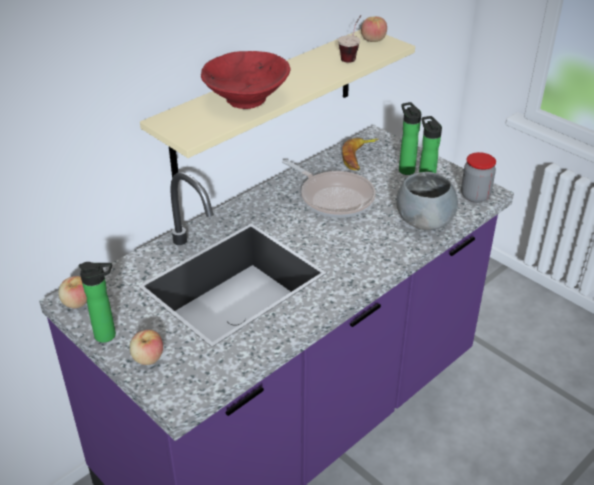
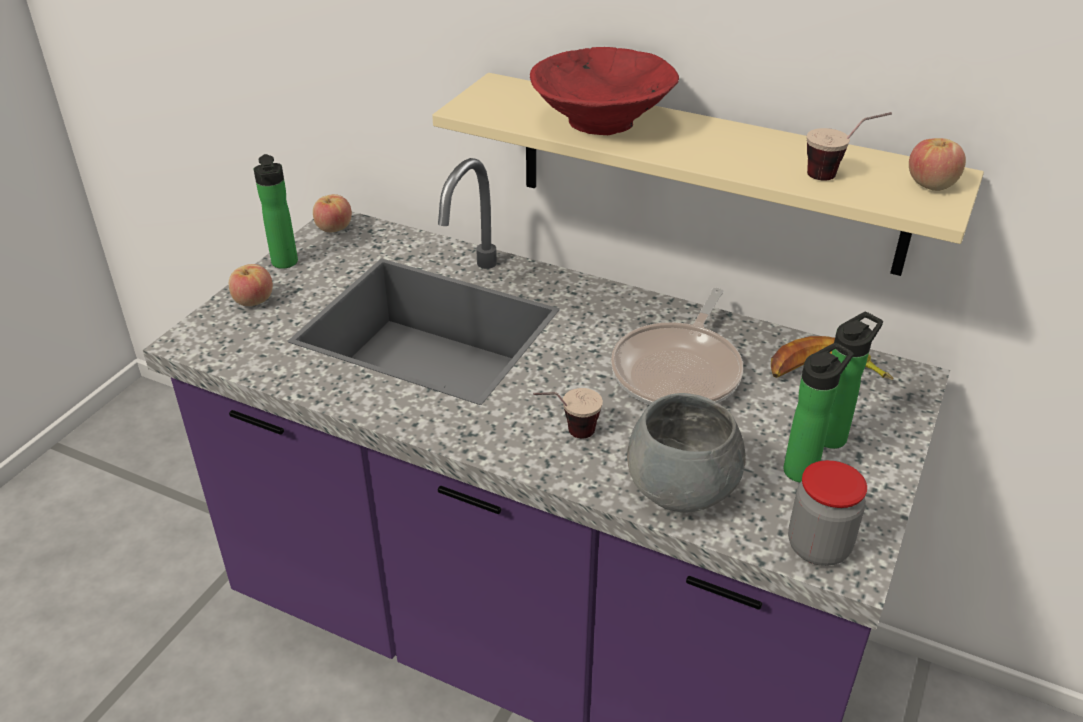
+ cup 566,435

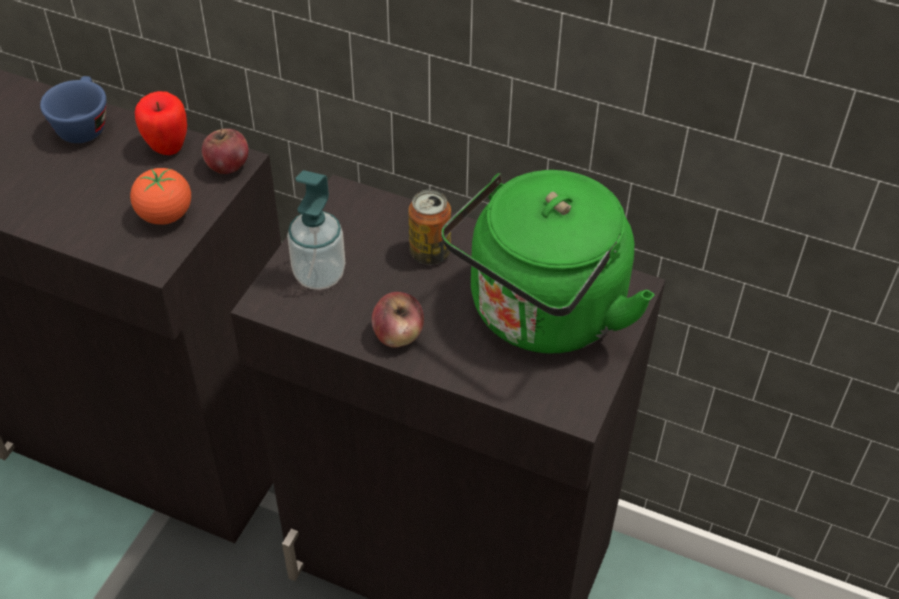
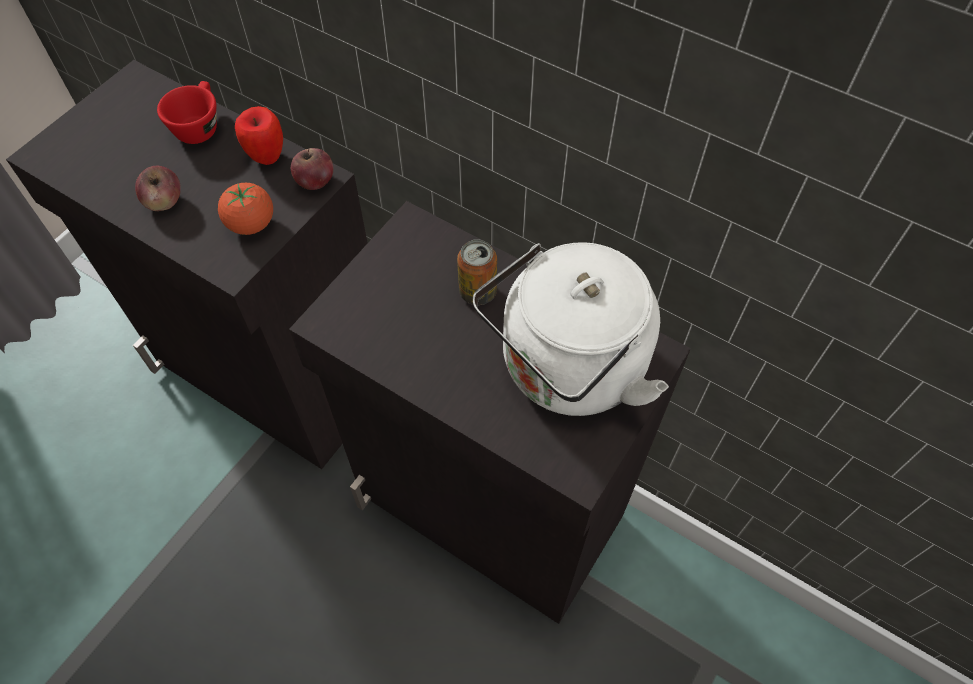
~ apple 398,335 to 164,201
~ blue cup 82,125 to red cup 199,126
~ green kettle 541,315 to white kettle 567,370
- soap dispenser 319,275

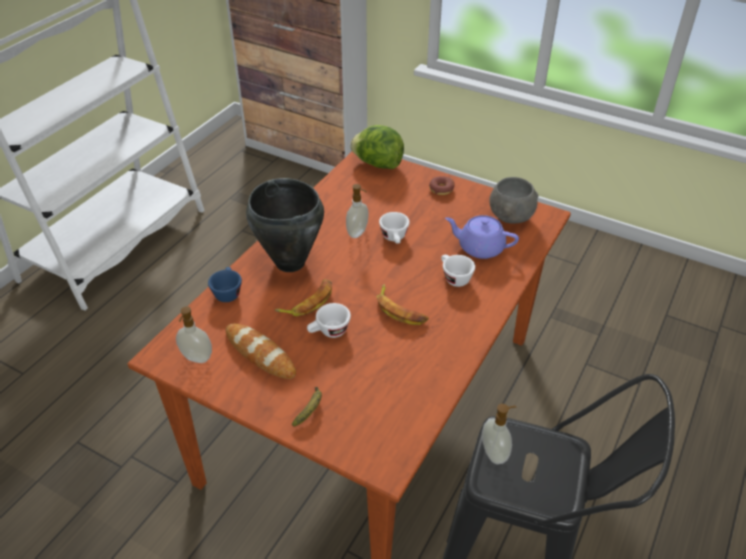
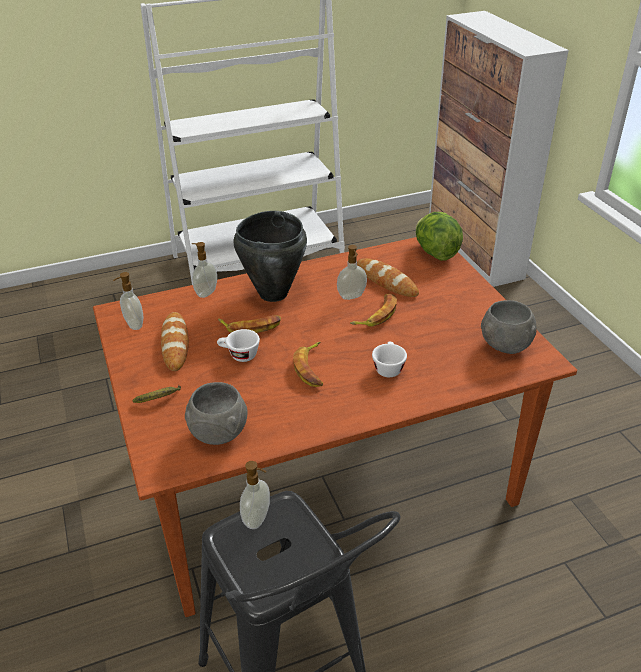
+ grey bowl 219,433
~ blue cup 227,292 to soap dispenser 206,292
~ white cup 395,238 to banana 376,314
+ bread 386,281
- donut 441,189
- purple teapot 479,247

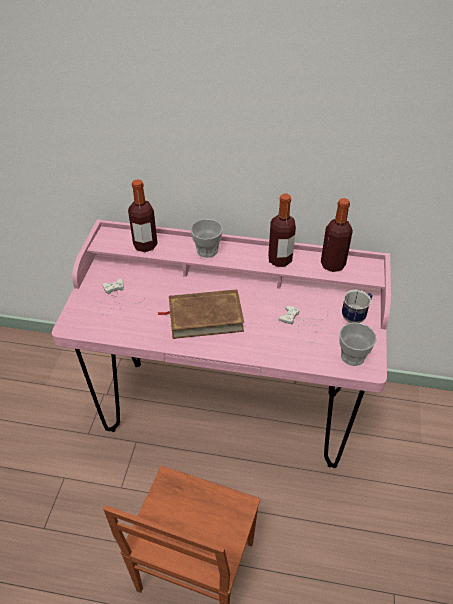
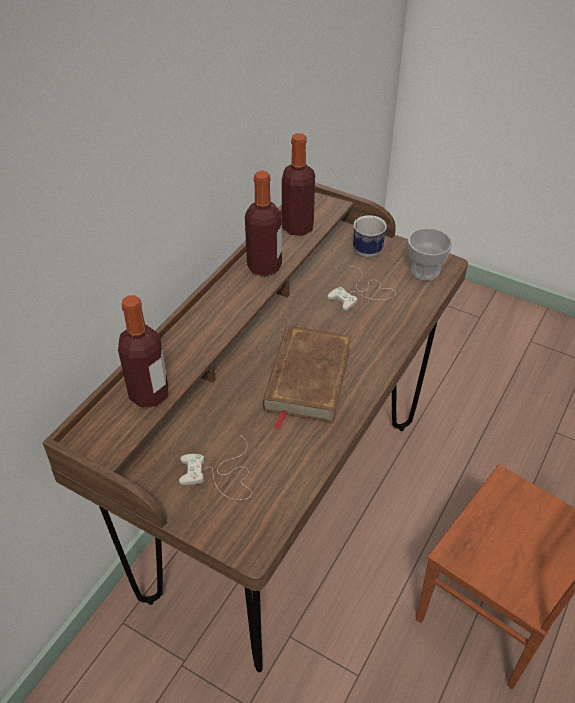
~ pink desk 226,411 to brown desk 285,507
- cup 207,250

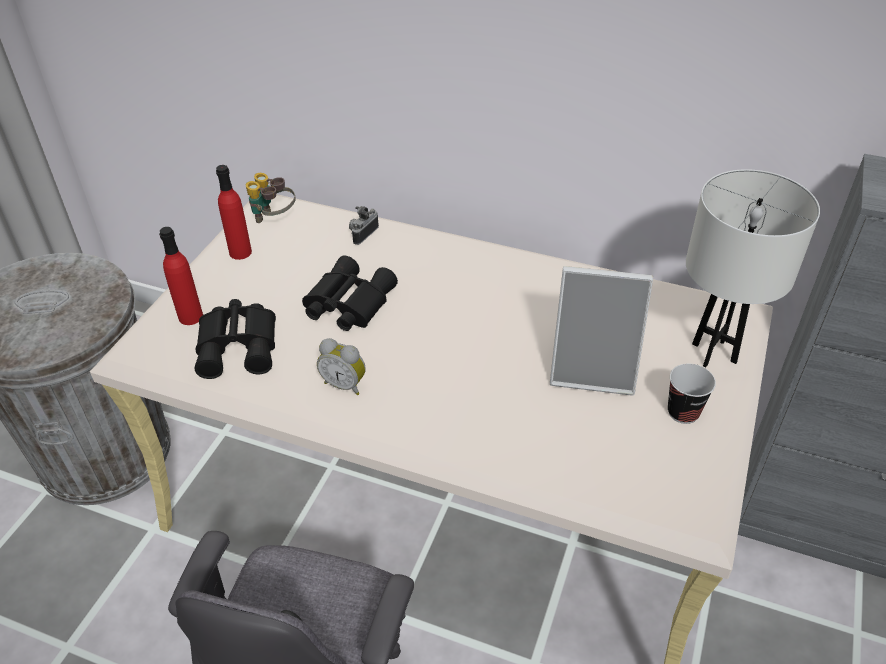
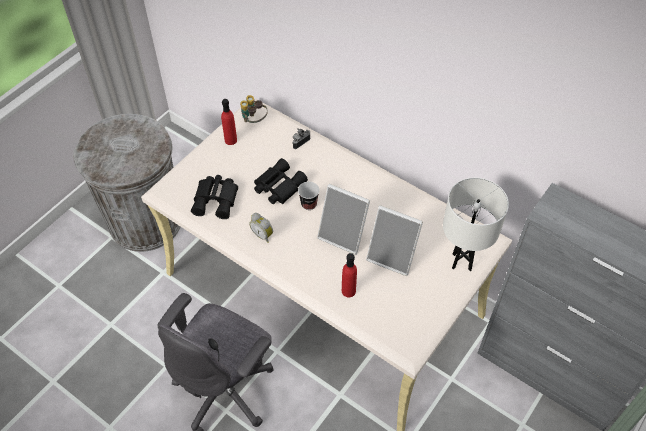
~ cup 683,412 to 309,204
+ picture frame 344,235
~ red bottle 190,317 to 348,291

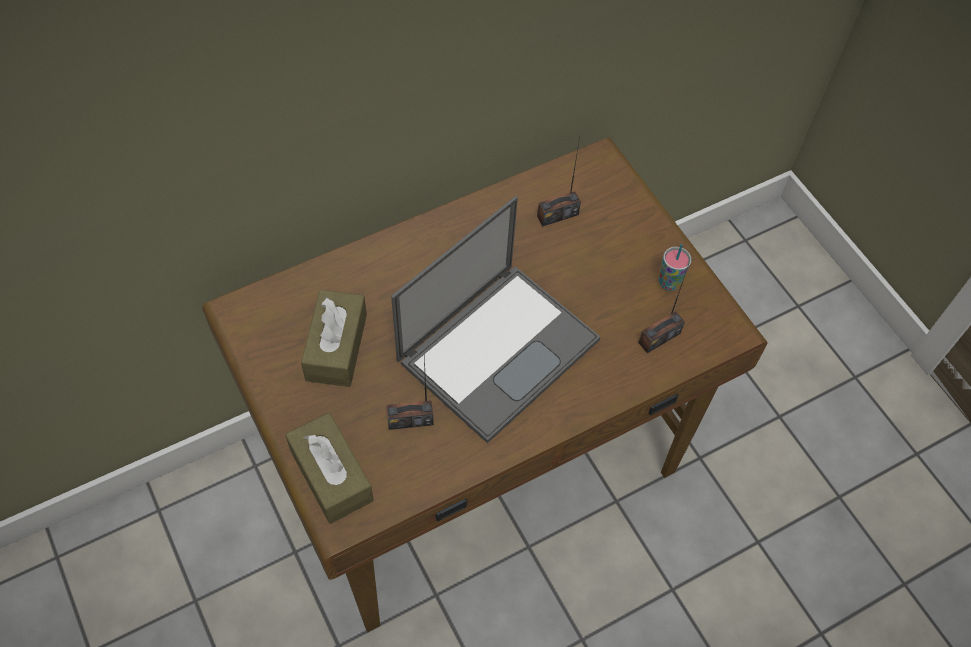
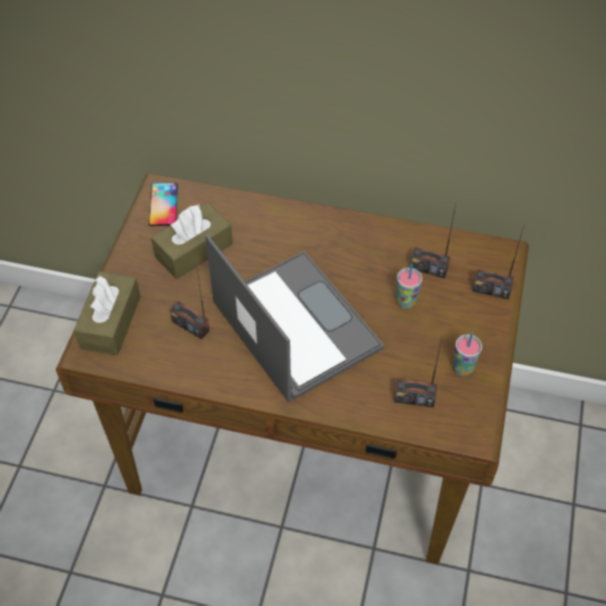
+ phone 163,204
~ laptop 499,348 = 294,324 120 degrees counterclockwise
+ cup 406,301
+ radio 491,290

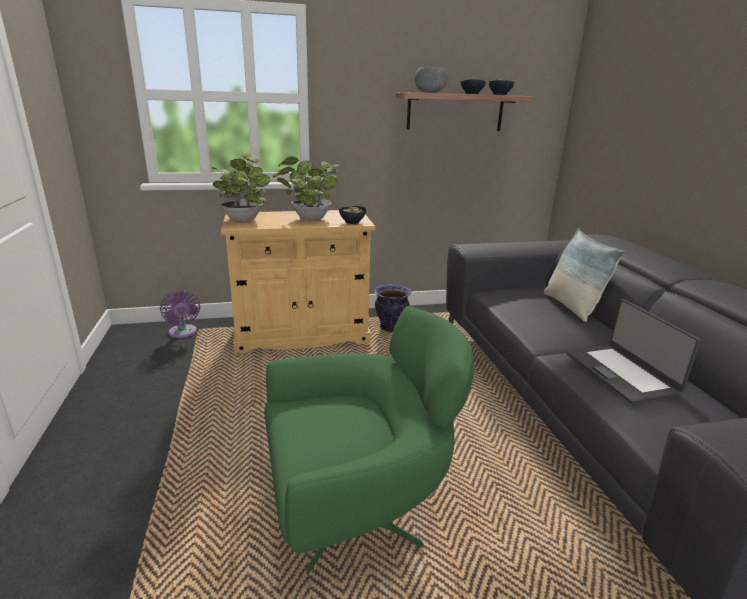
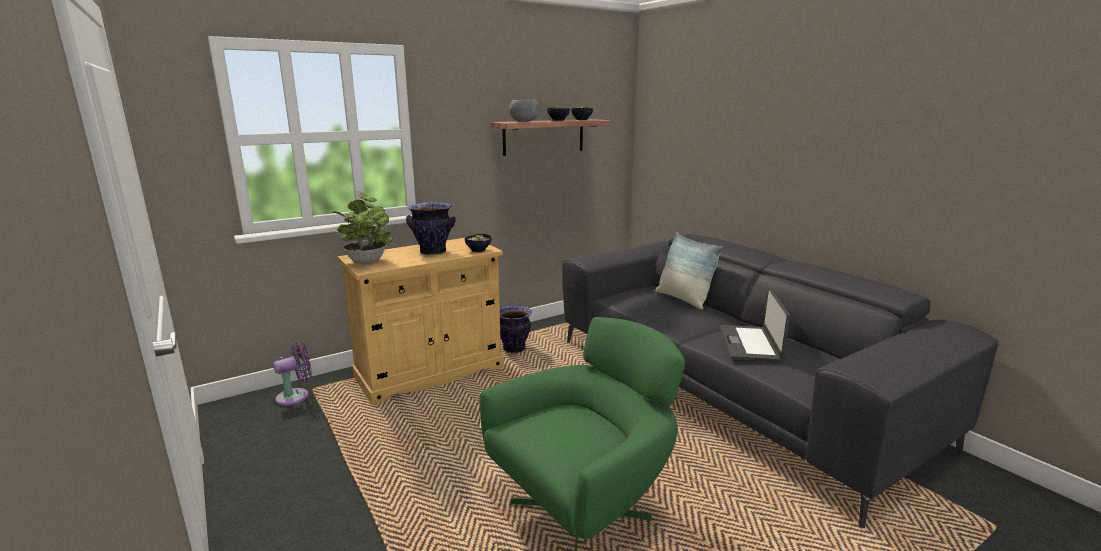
~ purple fan 183,333 = 296,396 75 degrees counterclockwise
~ potted plant 309,219 to vase 433,252
~ laptop 621,373 = 750,343 45 degrees clockwise

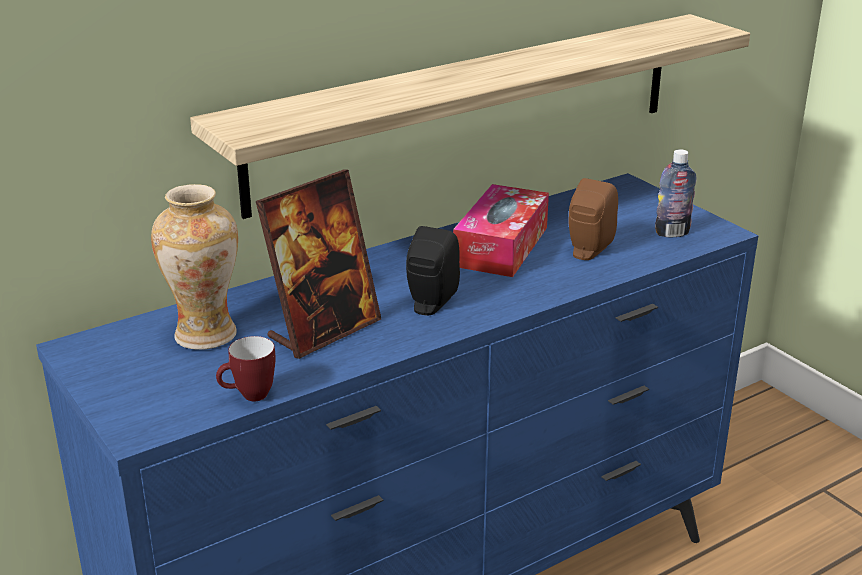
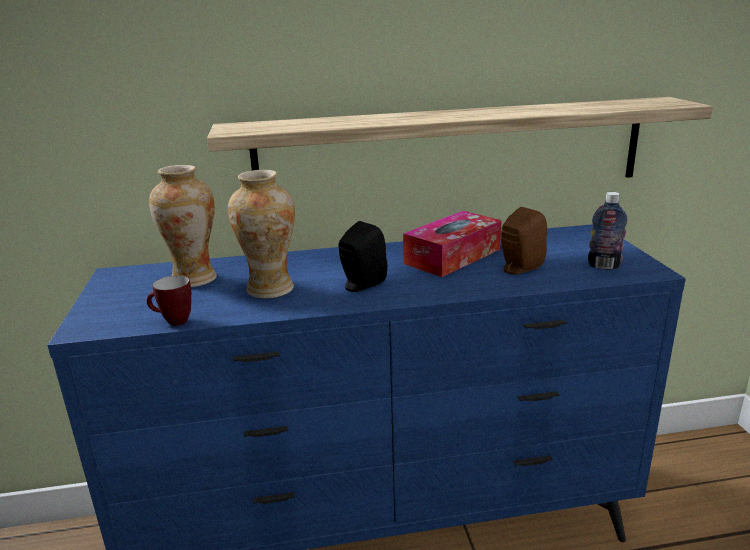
~ picture frame 324,330 to vase 270,289

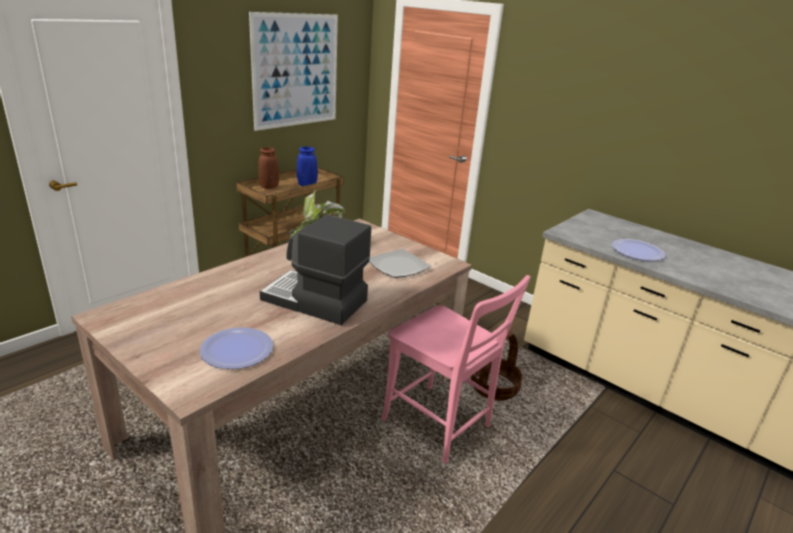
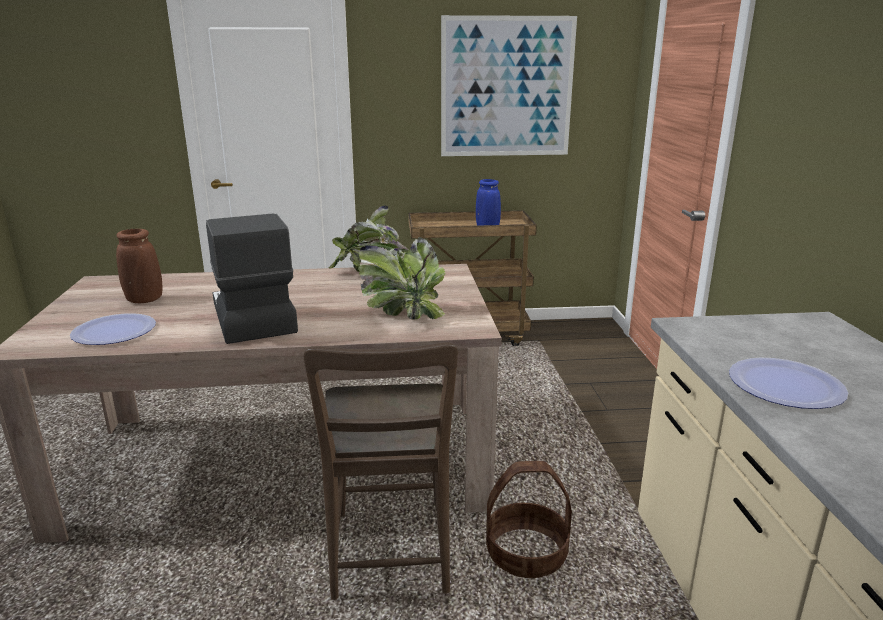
~ brown vase 269,187 to 144,300
~ pink chair 440,426 to brown chair 390,558
~ plate 398,266 to potted plant 403,314

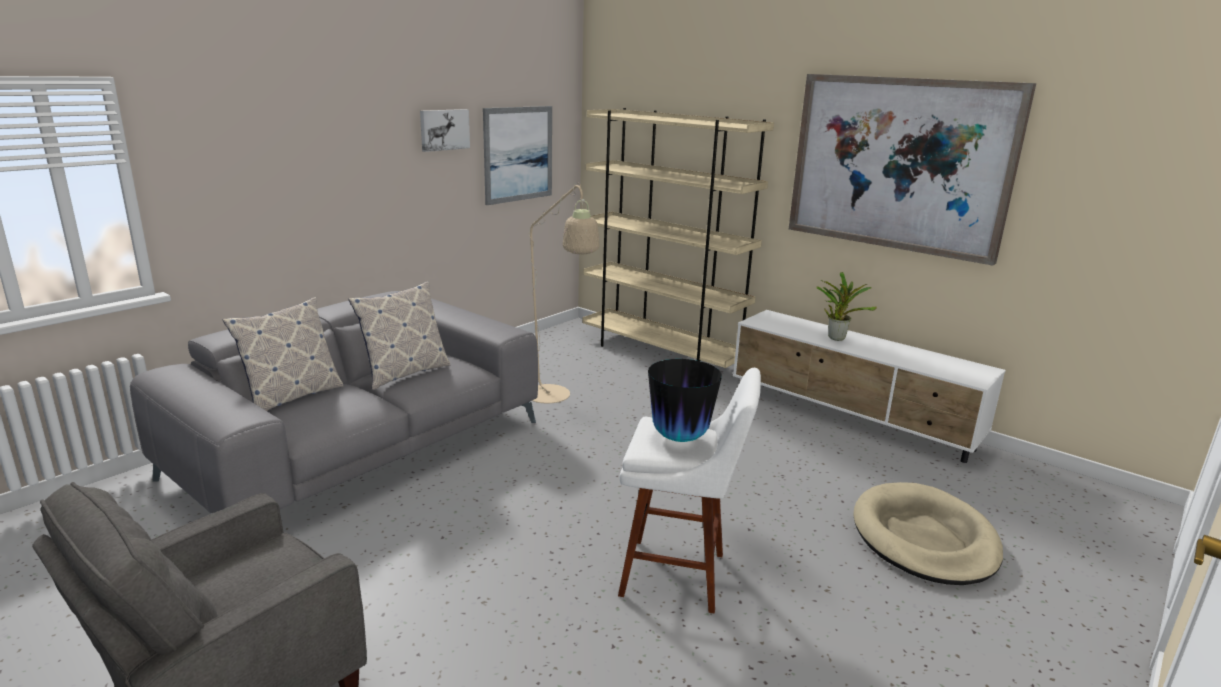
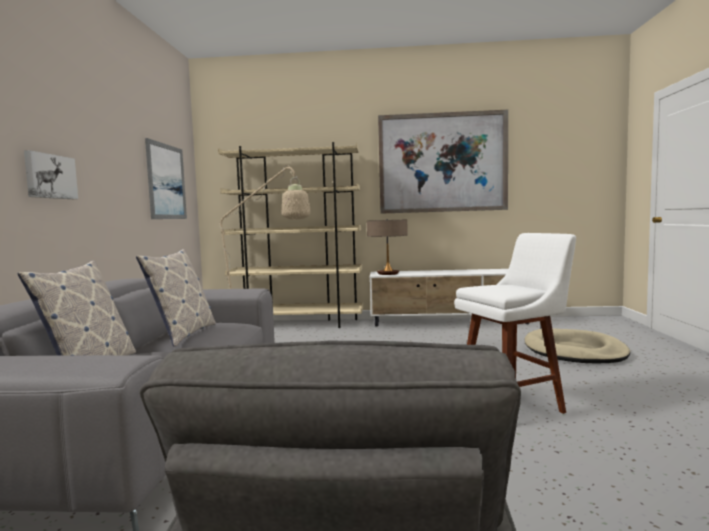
~ picture 444,129 to 50,176
+ table lamp 388,273
- vase 679,438
- potted plant 836,337

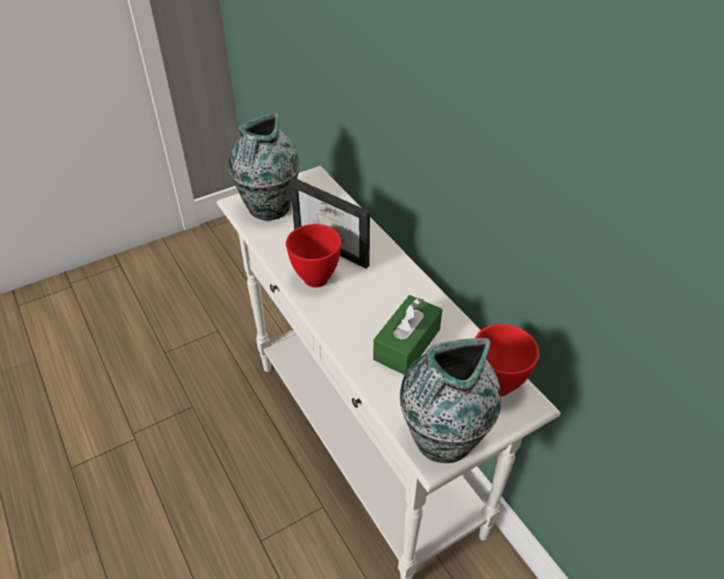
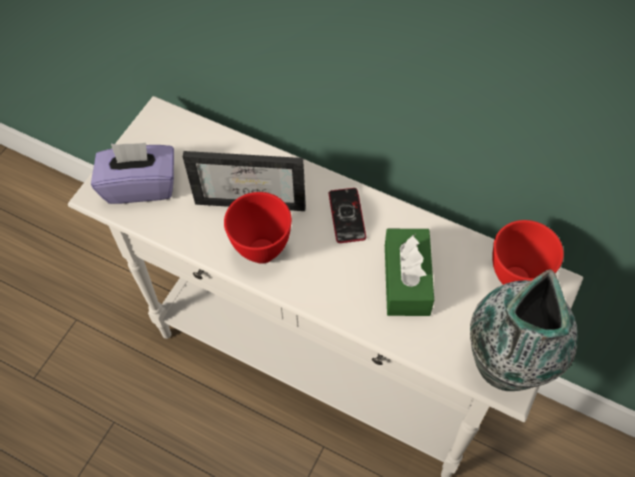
~ vase 269,209 to purple tissue box 140,185
+ phone 347,216

